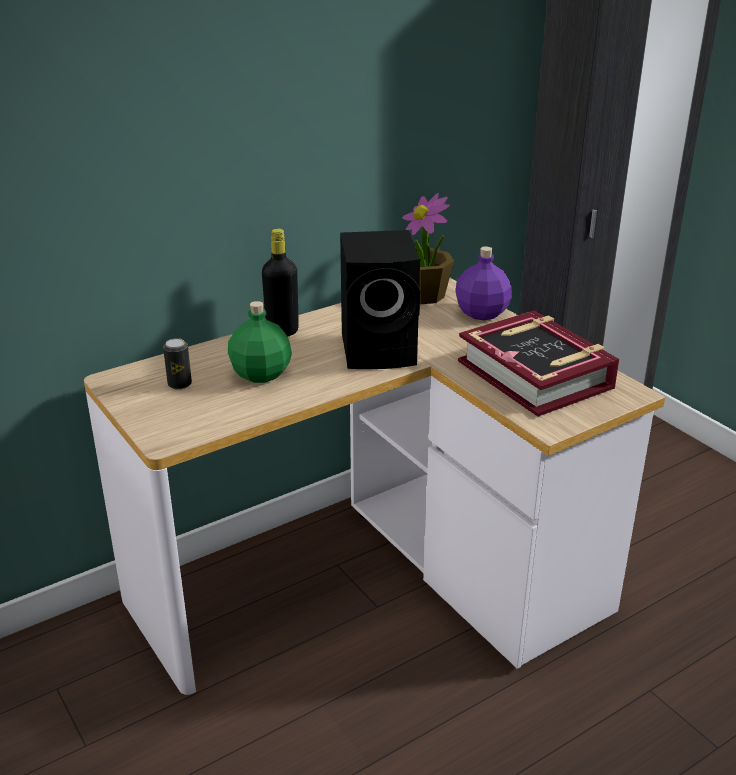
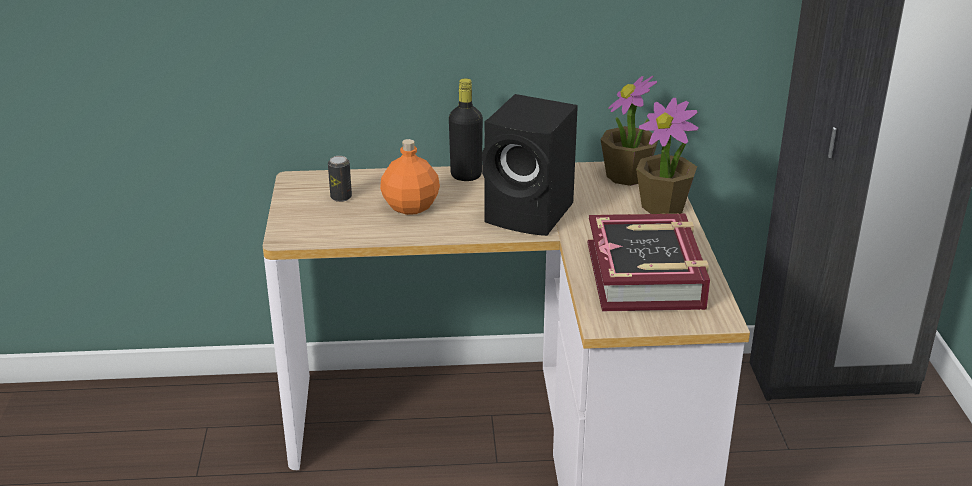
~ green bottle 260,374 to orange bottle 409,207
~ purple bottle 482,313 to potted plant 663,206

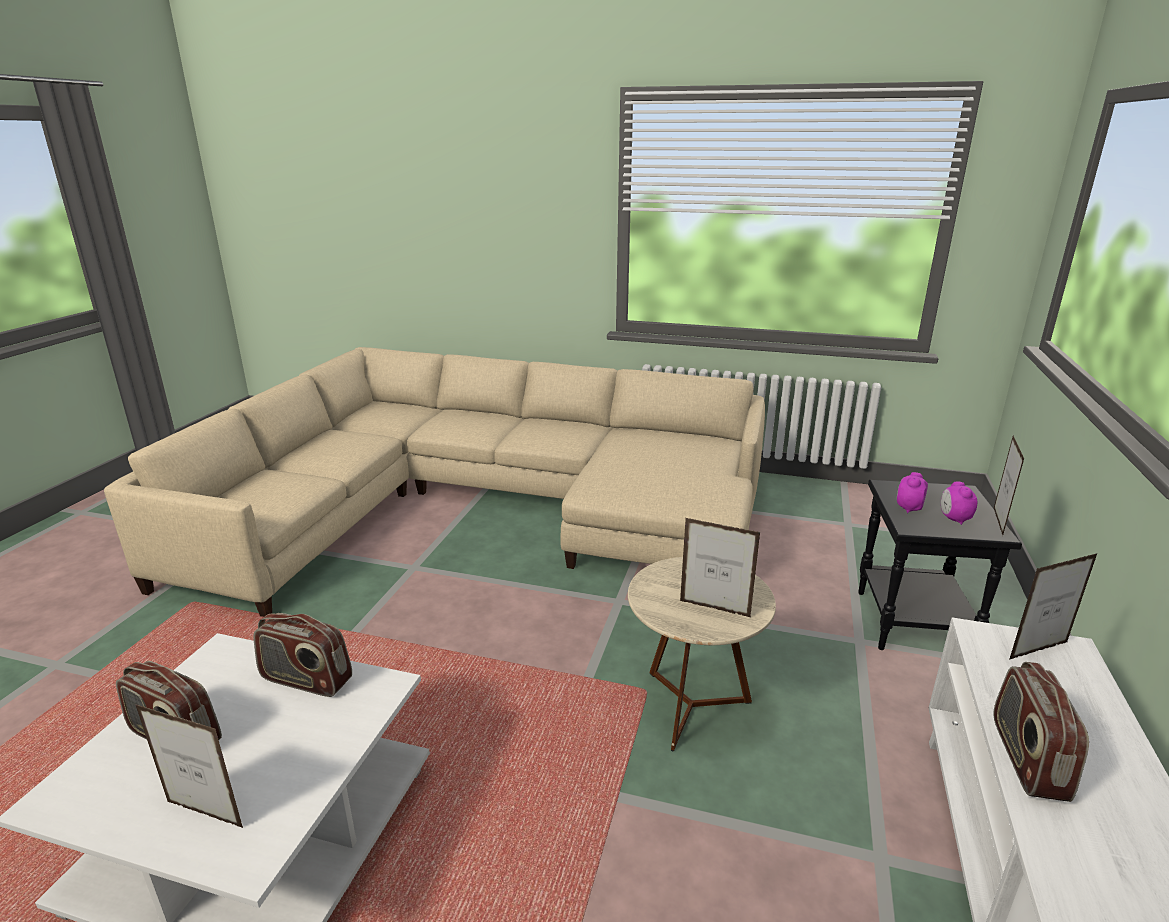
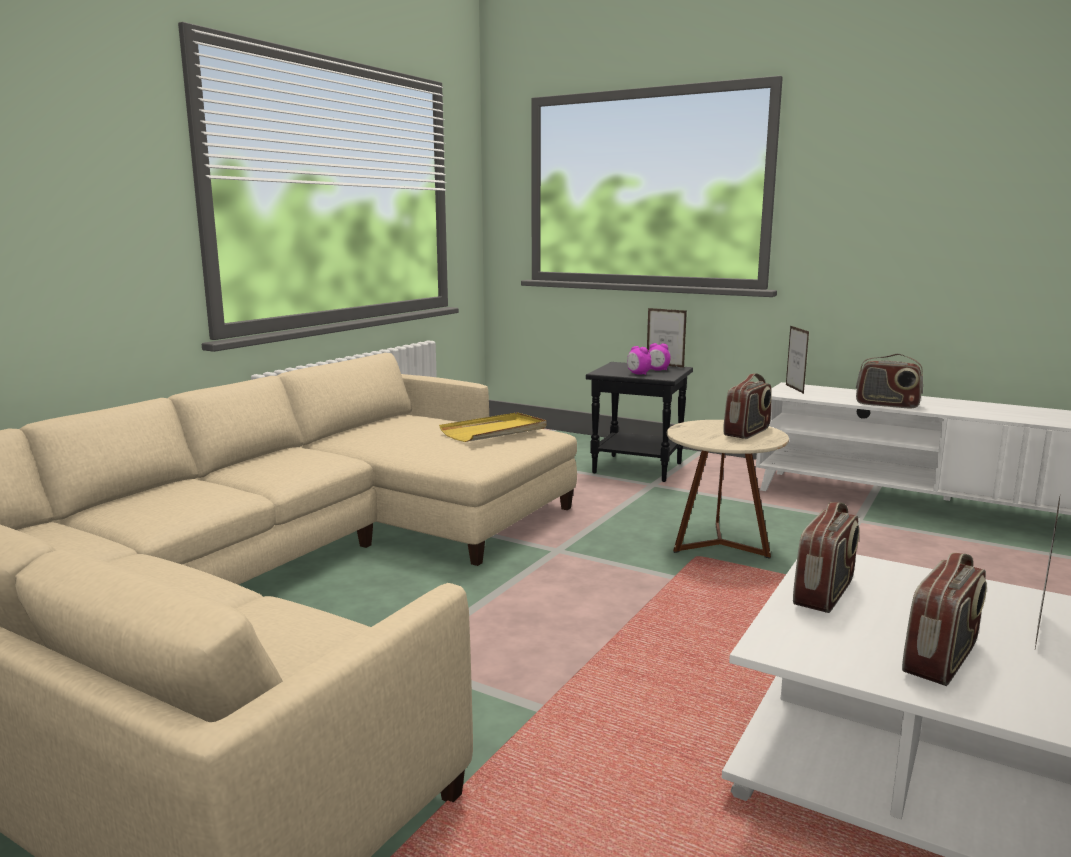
+ yellow tray 495,431
~ picture frame 714,609 to radio 747,432

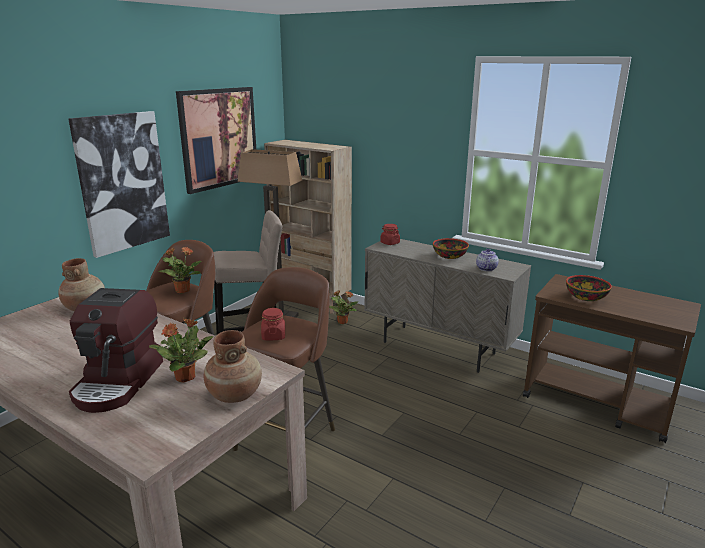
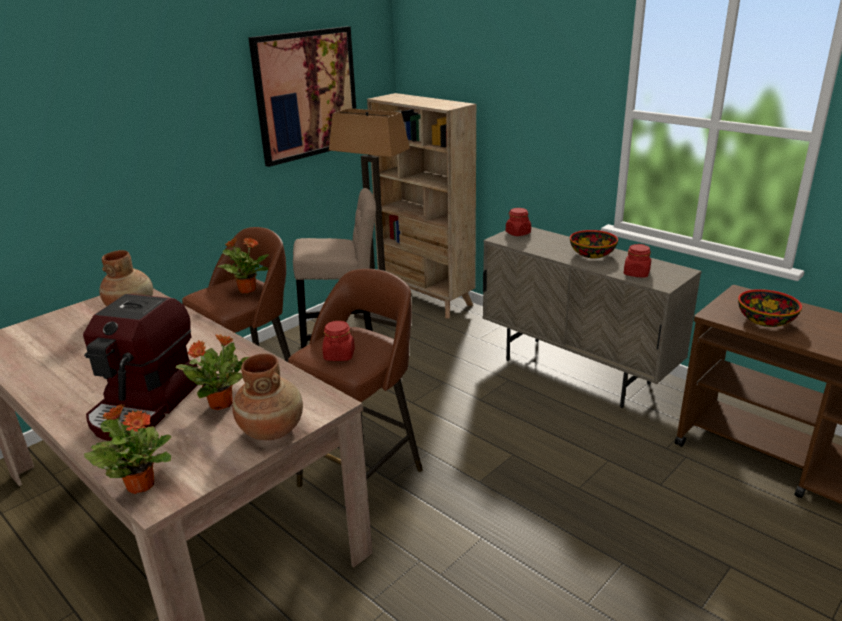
~ potted plant 342,322 to 140,484
~ teapot 486,268 to red jar 636,273
- picture 122,182

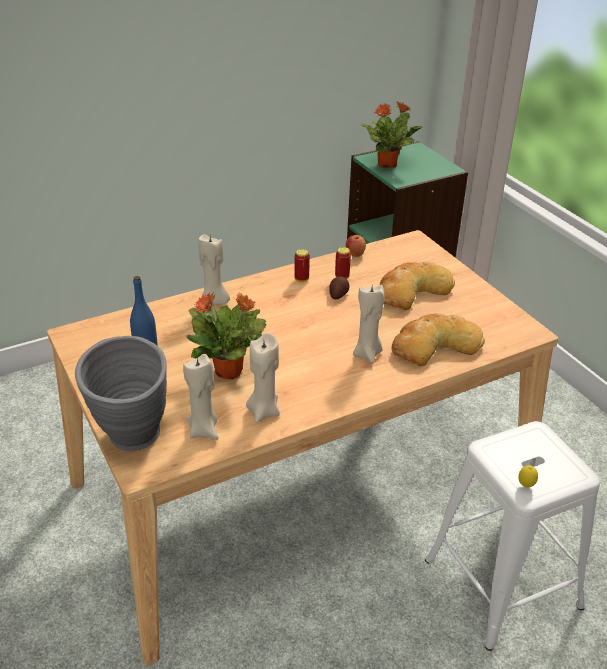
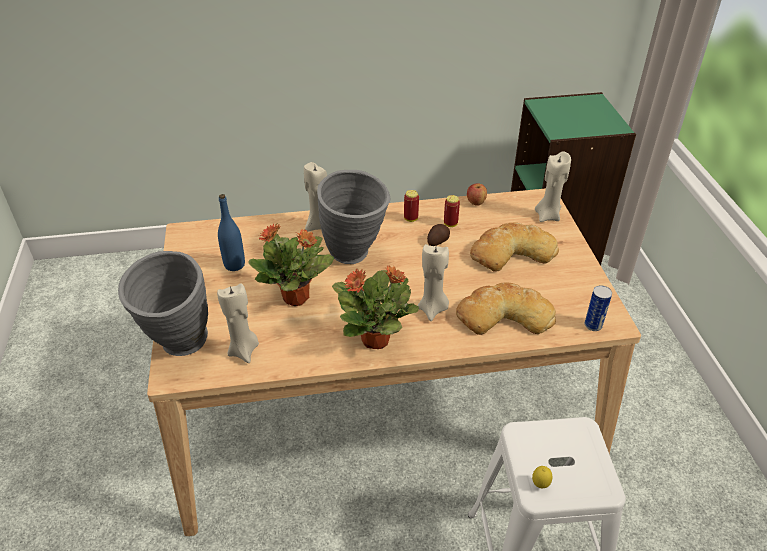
+ grey vase 356,256
~ potted plant 388,164 to 376,340
~ beige candle 264,411 to 547,215
+ can 593,325

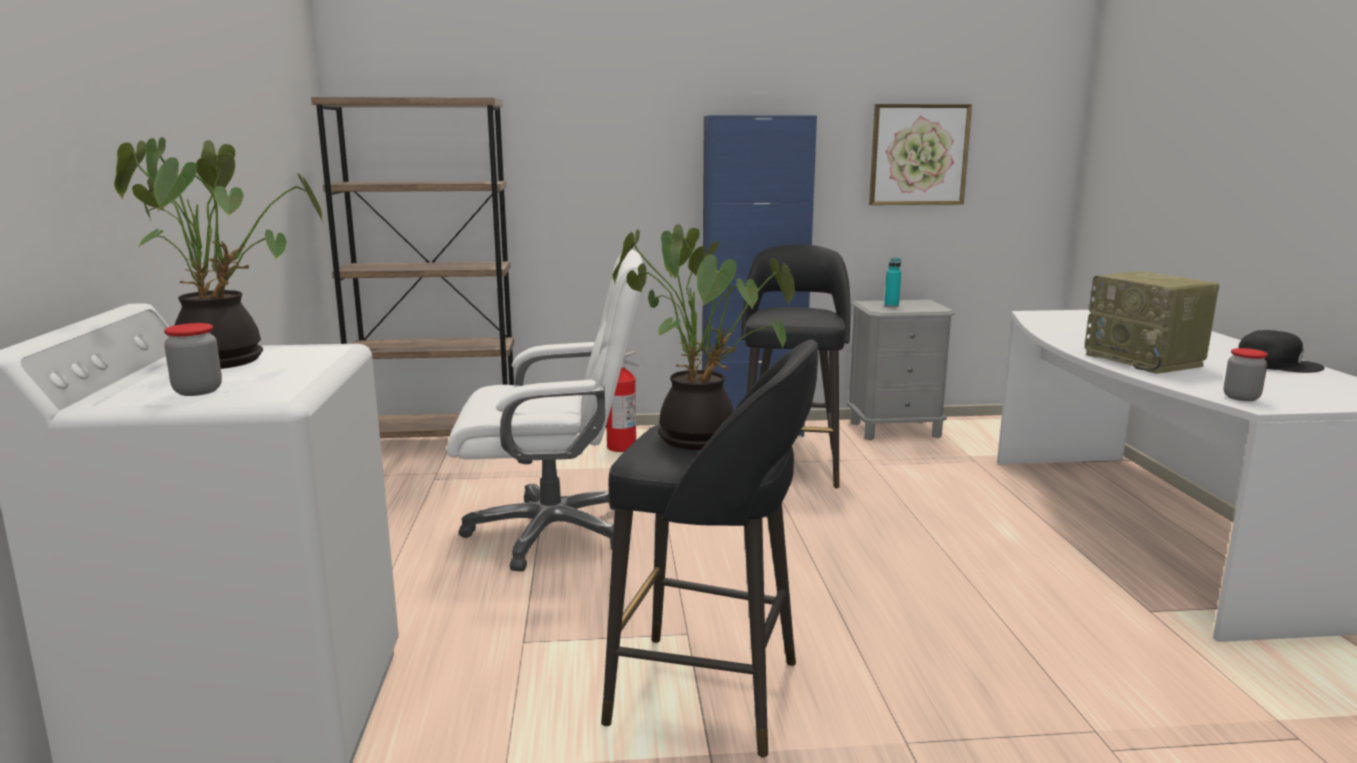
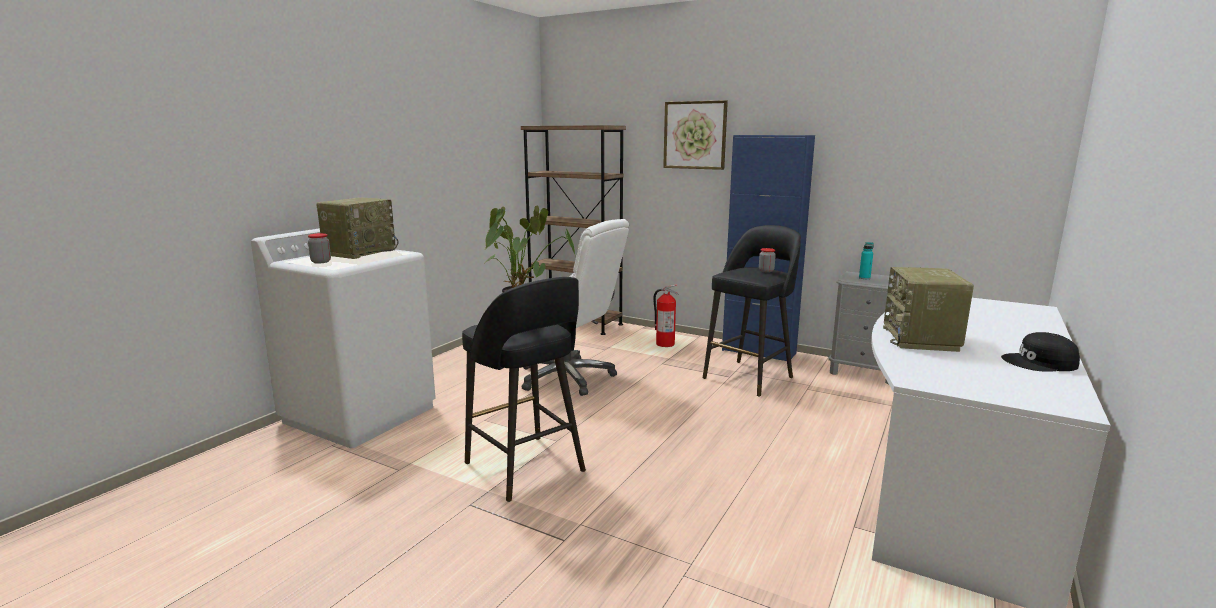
~ potted plant 228,360 to radio 360,252
~ picture 918,155 to 695,135
~ jar 1241,397 to 766,271
~ black cap 1276,364 = 1040,362 120 degrees clockwise

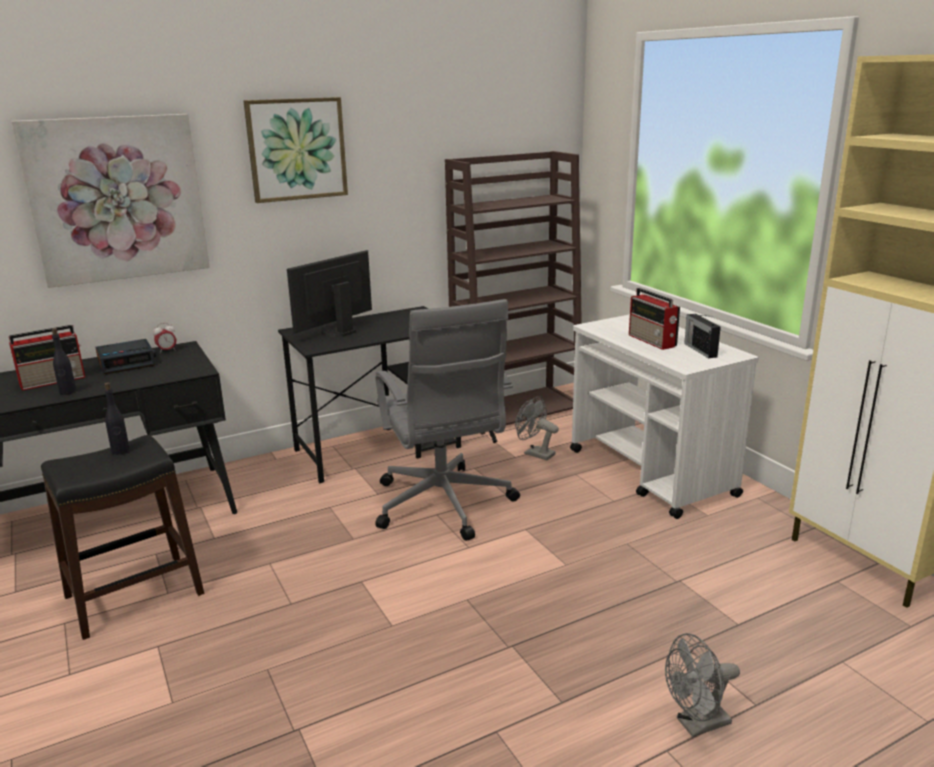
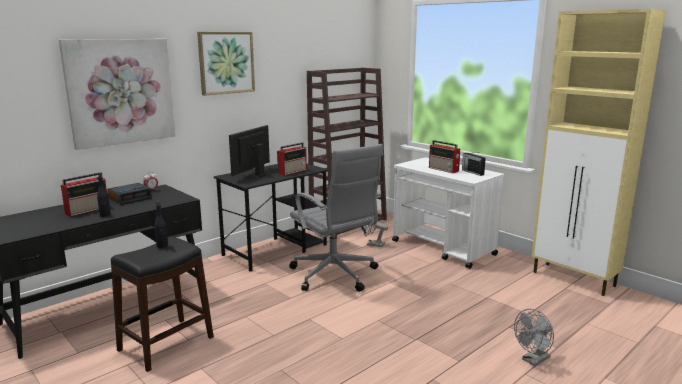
+ radio 293,171

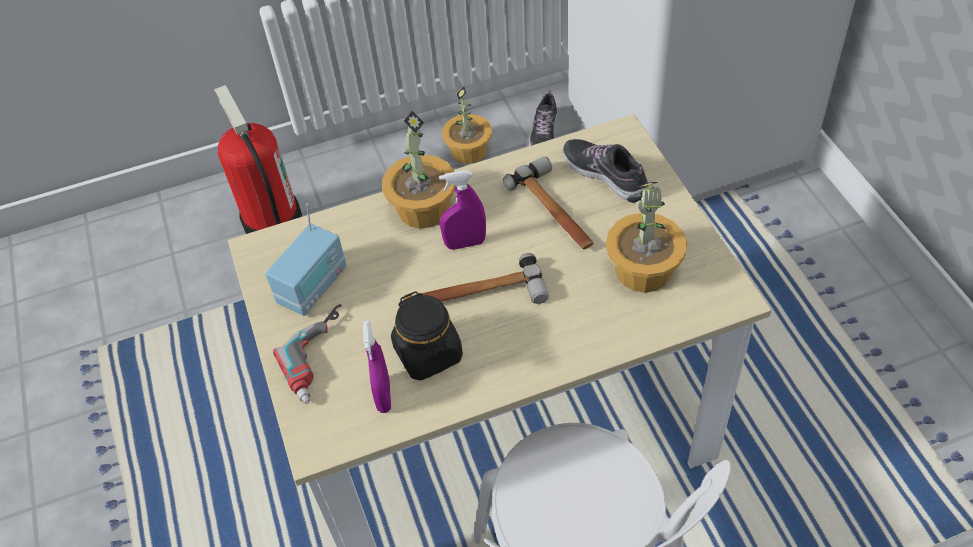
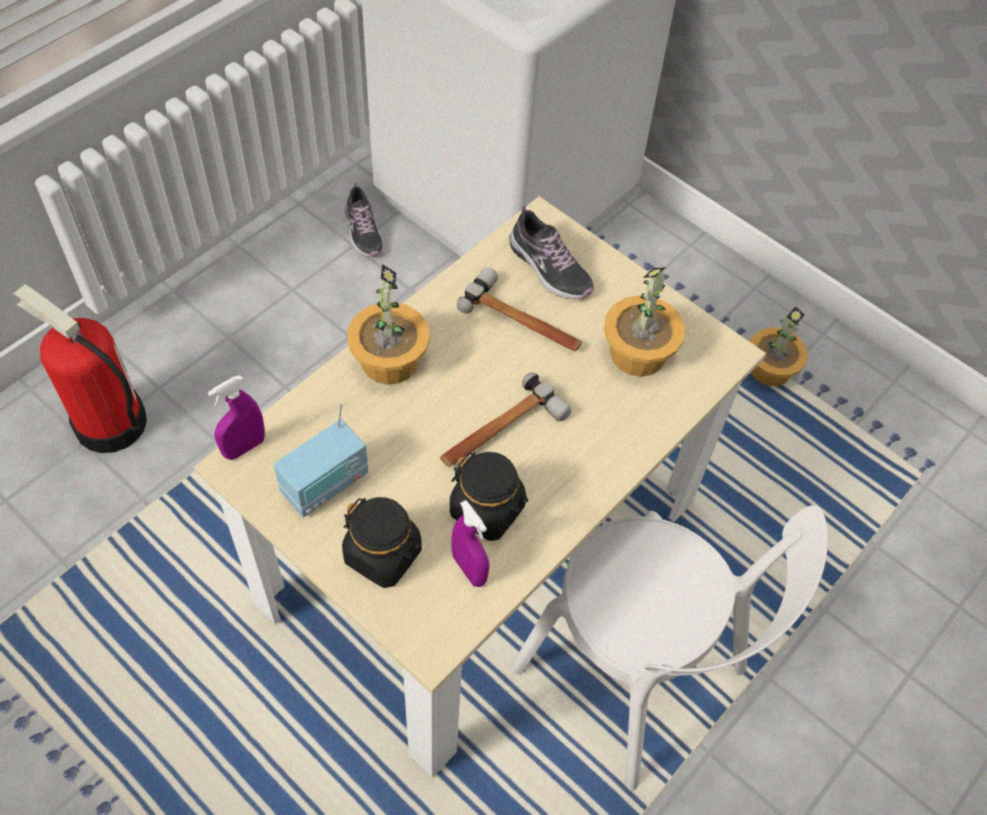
~ purple spray bottle 465,243 to 244,447
~ radio 313,287 = 325,484 45 degrees clockwise
~ power drill 323,358 to black jar 383,555
~ shoe 605,175 = 549,268 150 degrees counterclockwise
~ potted plant 469,151 to 770,369

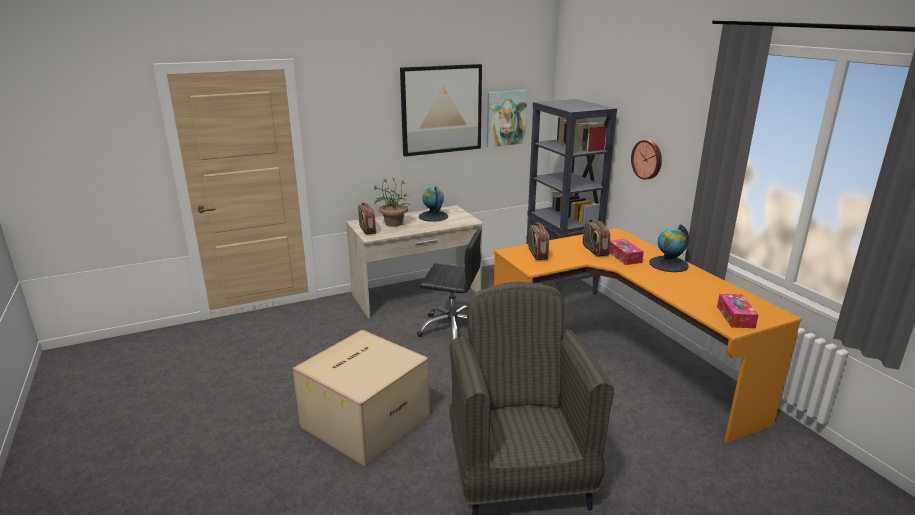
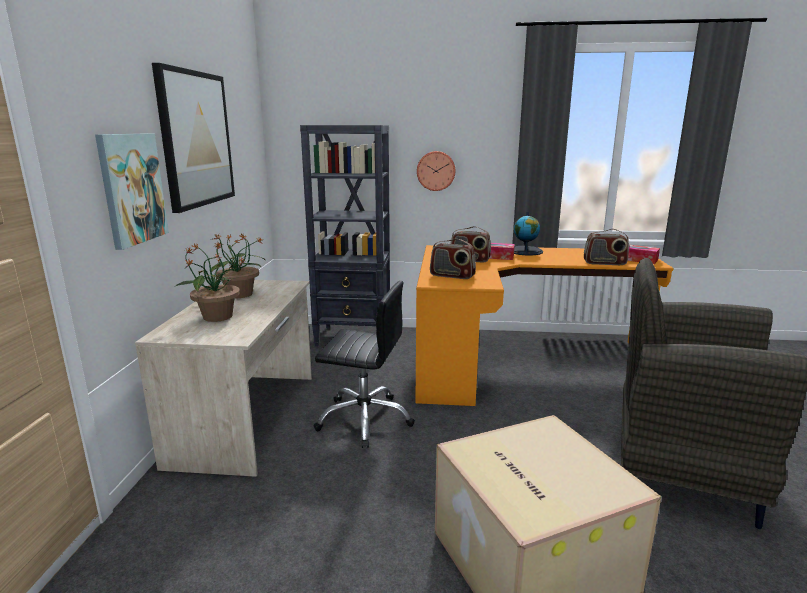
~ picture 506,118 to 132,188
~ globe 433,216 to potted plant 240,294
~ black office chair 452,329 = 364,419 60 degrees clockwise
~ radio 367,230 to 604,263

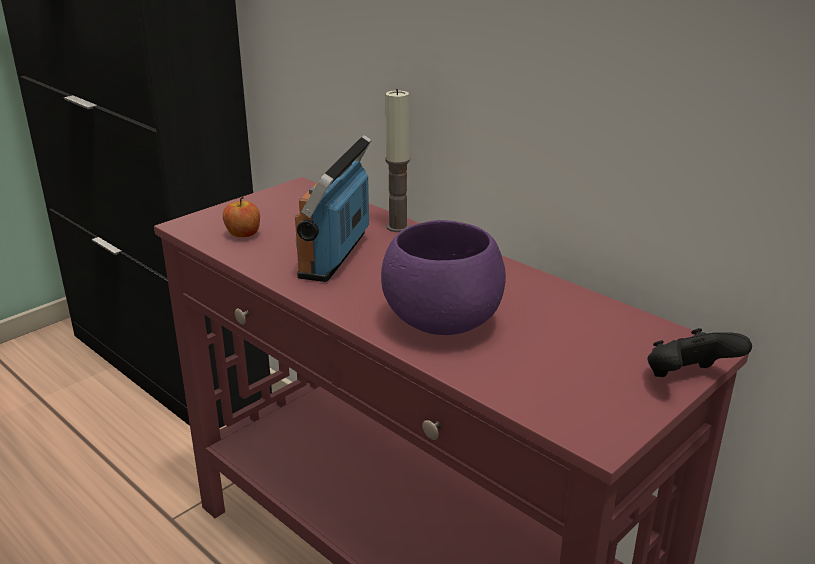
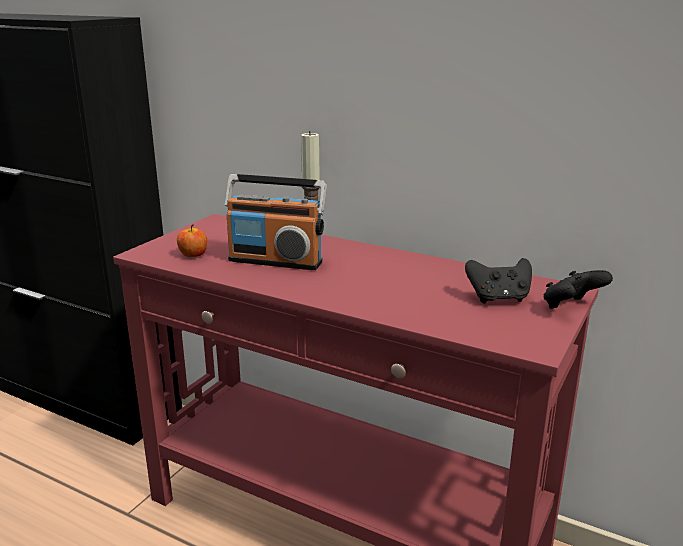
~ radio 335,254 = 276,261 75 degrees counterclockwise
+ black game controller 498,298
- purple bowl 443,322

